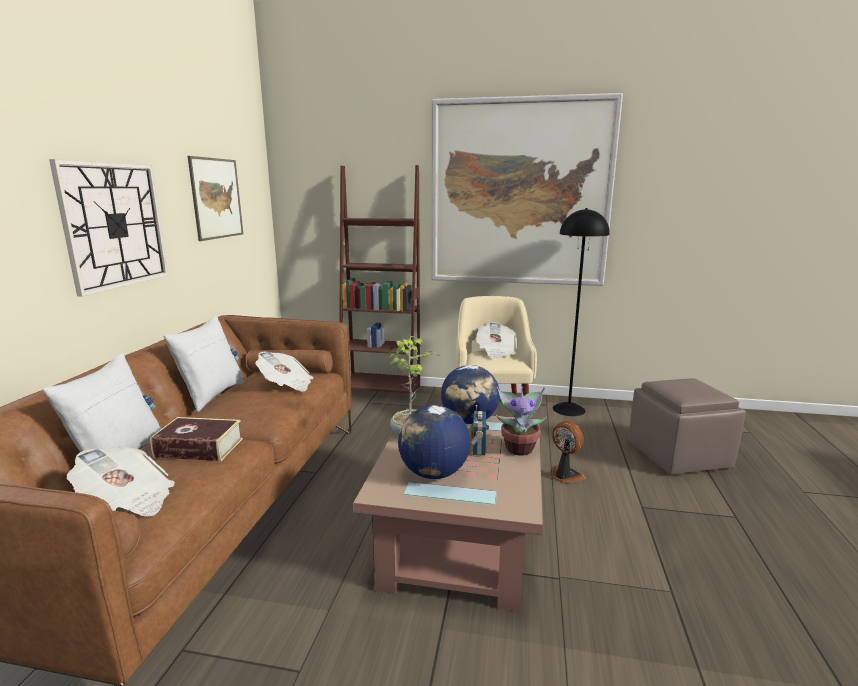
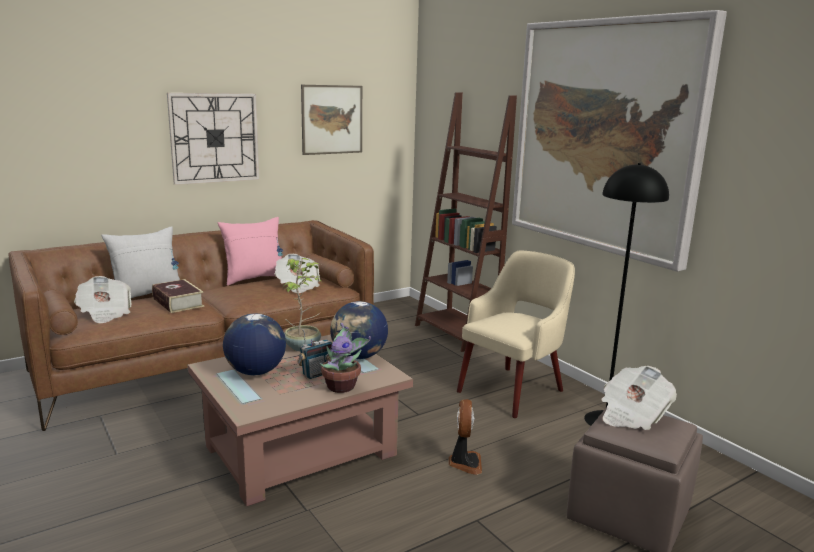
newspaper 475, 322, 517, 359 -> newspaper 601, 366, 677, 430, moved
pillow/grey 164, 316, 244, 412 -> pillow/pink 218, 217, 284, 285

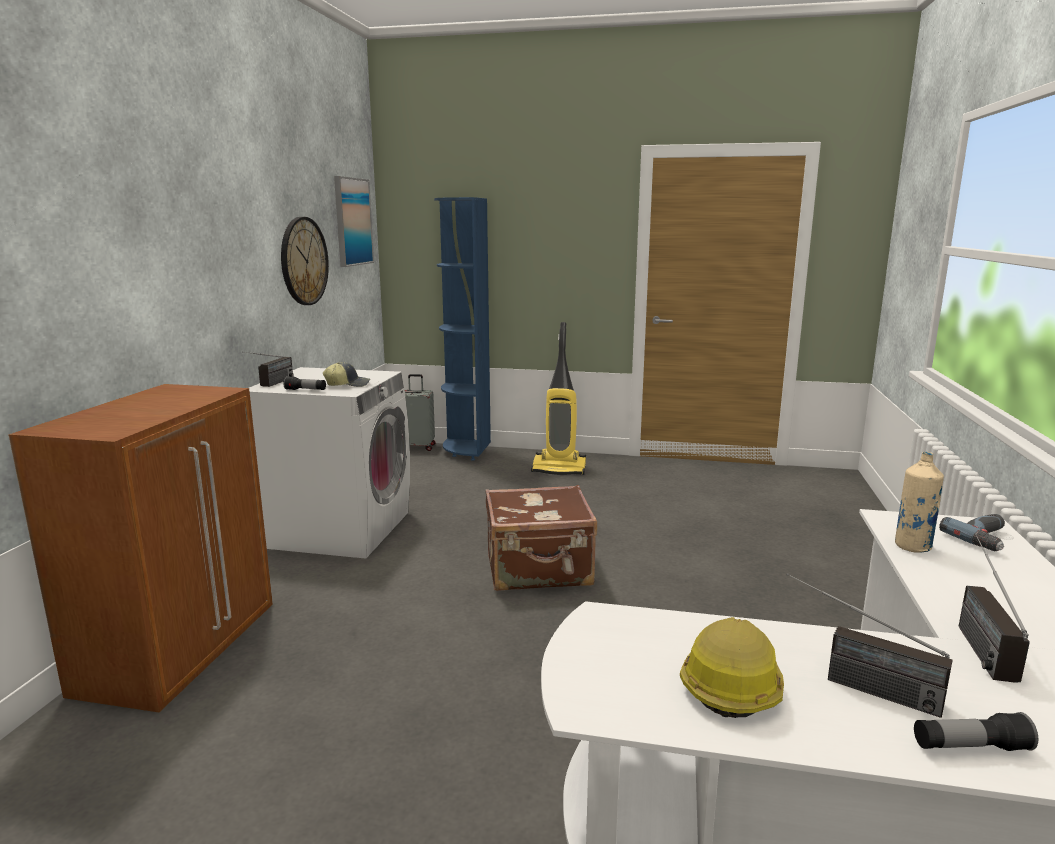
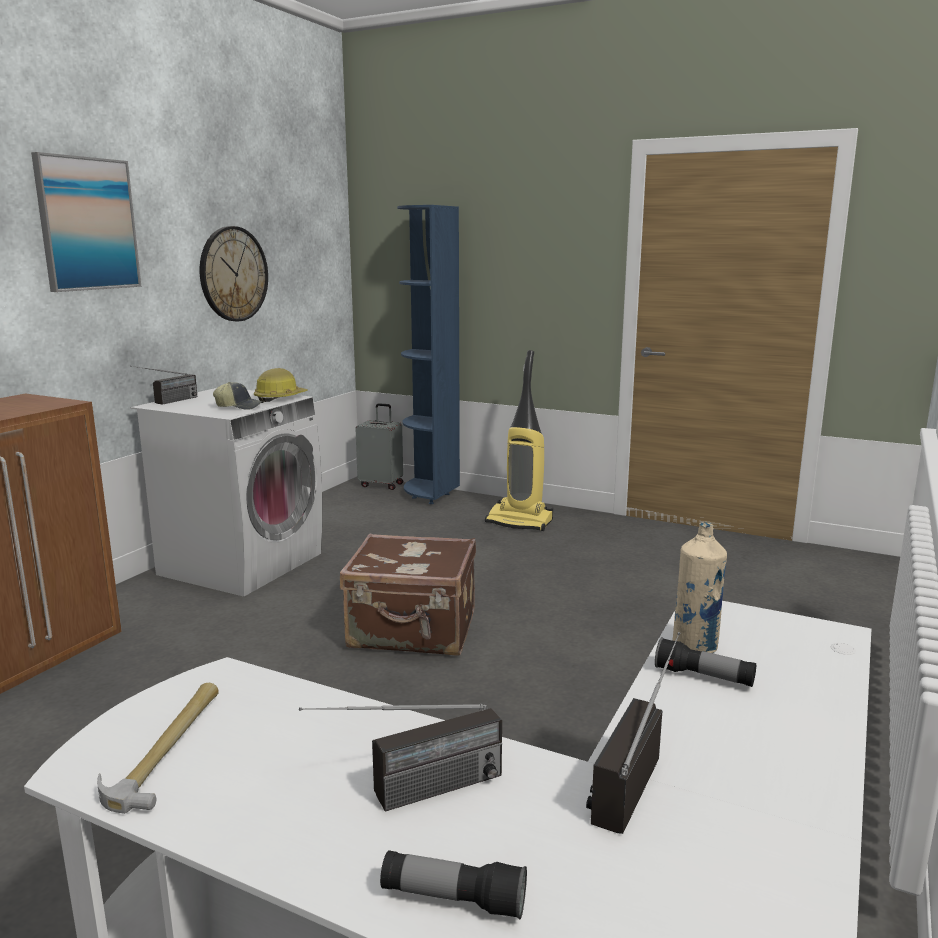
power drill 939, 514, 1005, 551 -> none
none -> hammer 97, 683, 219, 814
flashlight 283, 376, 326, 390 -> flashlight 655, 637, 756, 687, moved
picture 334, 176, 374, 267 -> picture 31, 152, 142, 292, moved
hard hat 680, 617, 784, 718 -> hard hat 254, 368, 308, 402, moved
radio 787, 573, 953, 718 -> radio 299, 704, 502, 812, 75 degrees counterclockwise

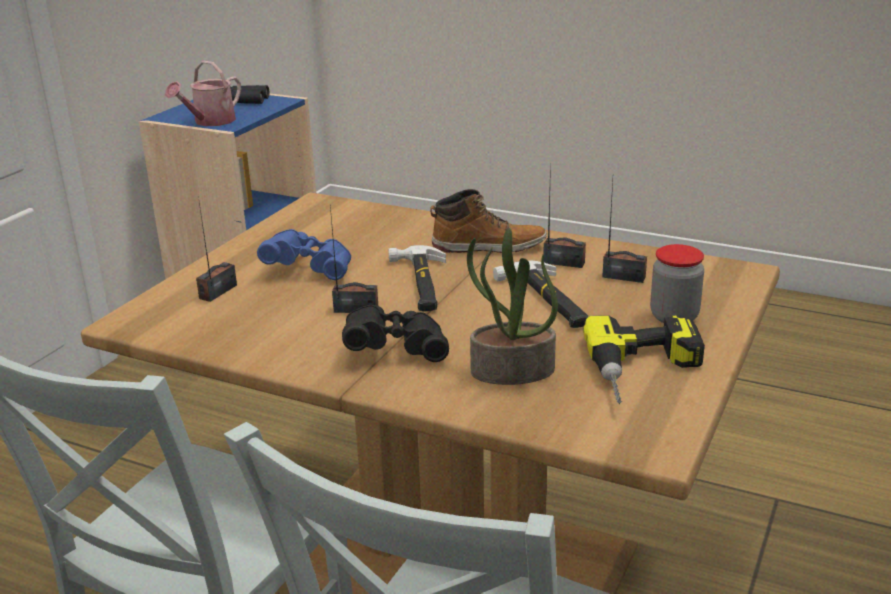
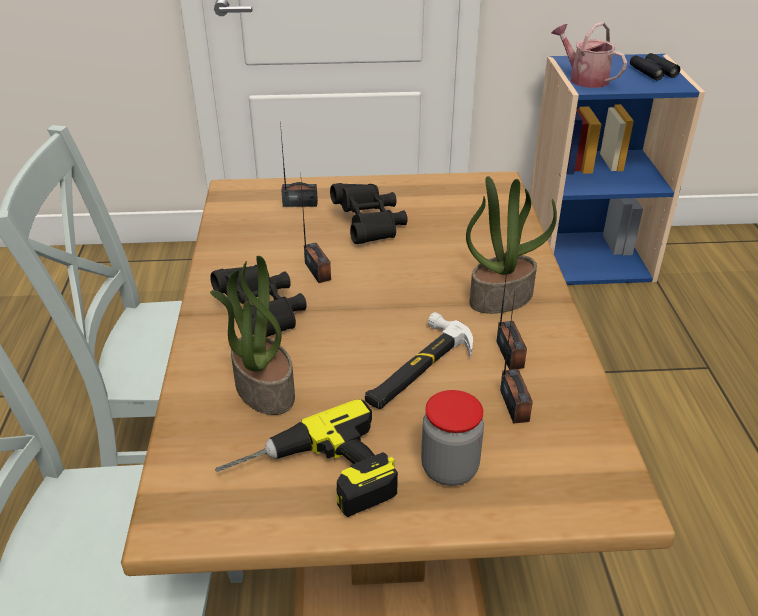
hammer 389, 245, 446, 312 -> none
boot 430, 189, 547, 253 -> potted plant 466, 176, 557, 314
binoculars/blue 257, 229, 351, 280 -> binoculars/black 330, 183, 408, 244
watering can 165, 61, 241, 126 -> watering can 551, 22, 627, 88, 45 degrees clockwise

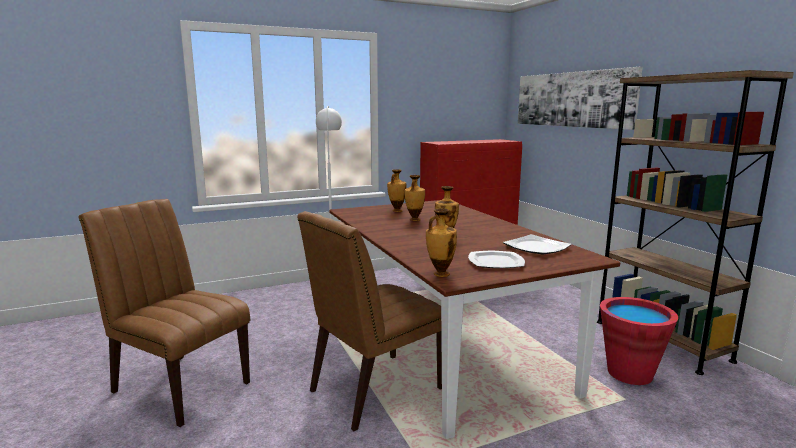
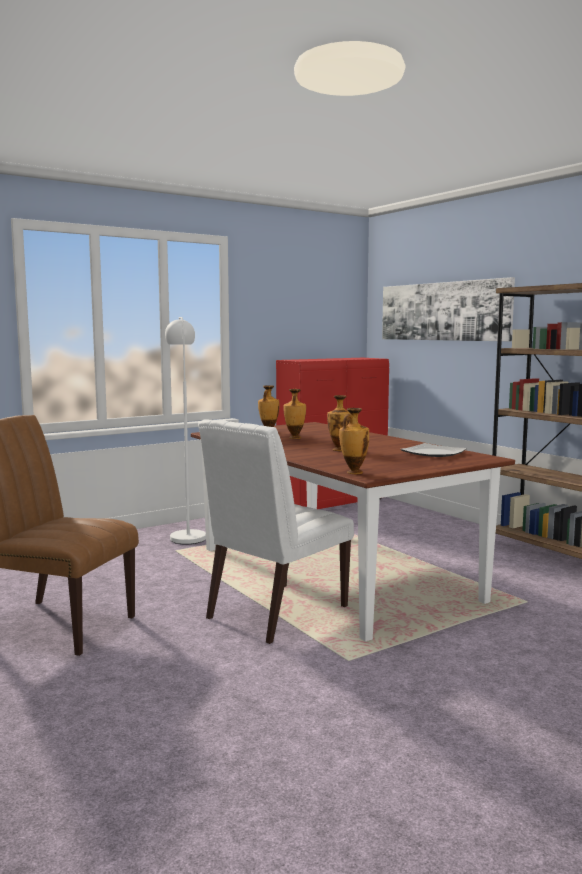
plate 468, 251, 525, 268 -> none
bucket/red 600, 297, 678, 385 -> none
chair/brown 297, 211, 442, 431 -> chair/white 198, 419, 354, 644

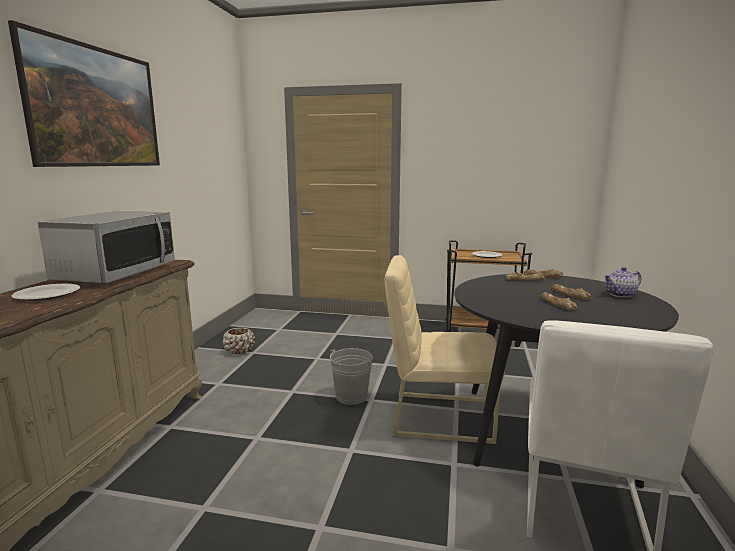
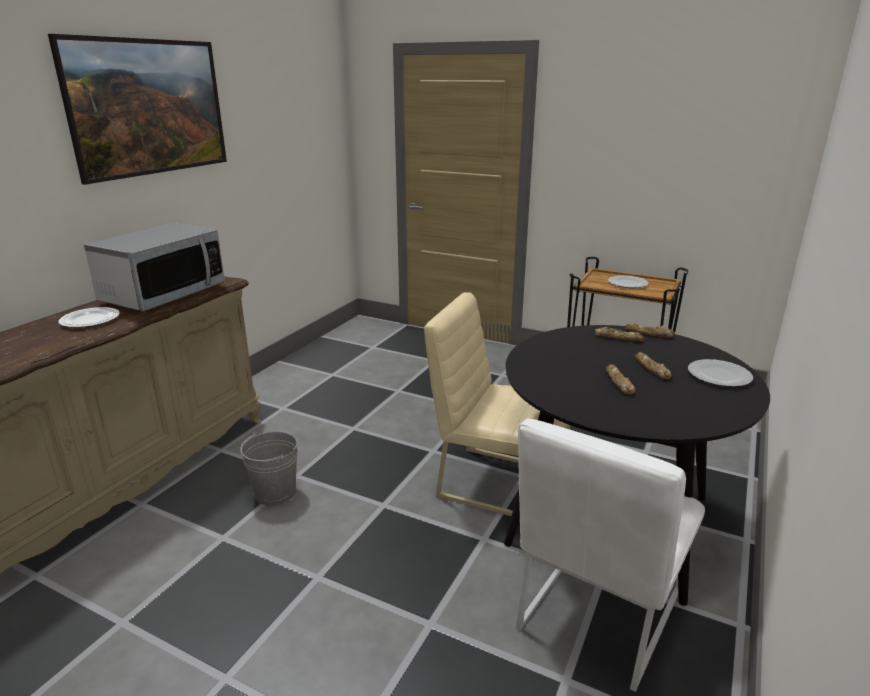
planter/brown 223, 327, 255, 354 -> none
bucket/grey 330, 348, 372, 405 -> bucket/grey 240, 431, 298, 506, moved
teapot 604, 267, 641, 298 -> plate 688, 359, 753, 387

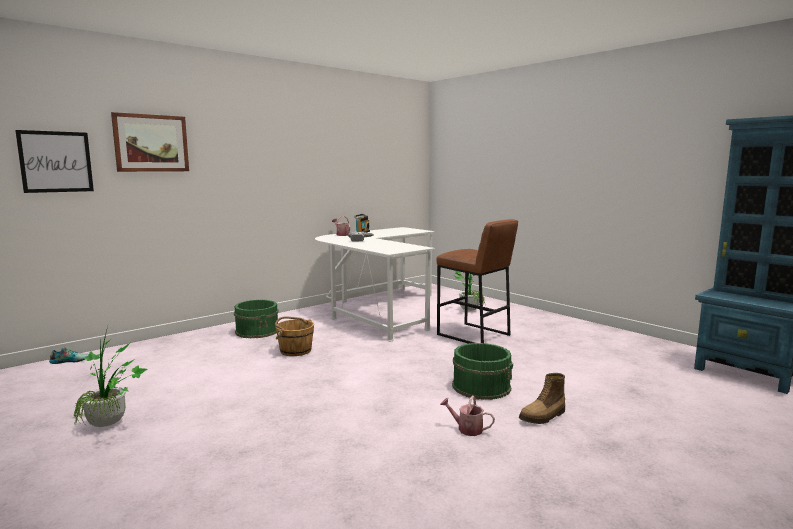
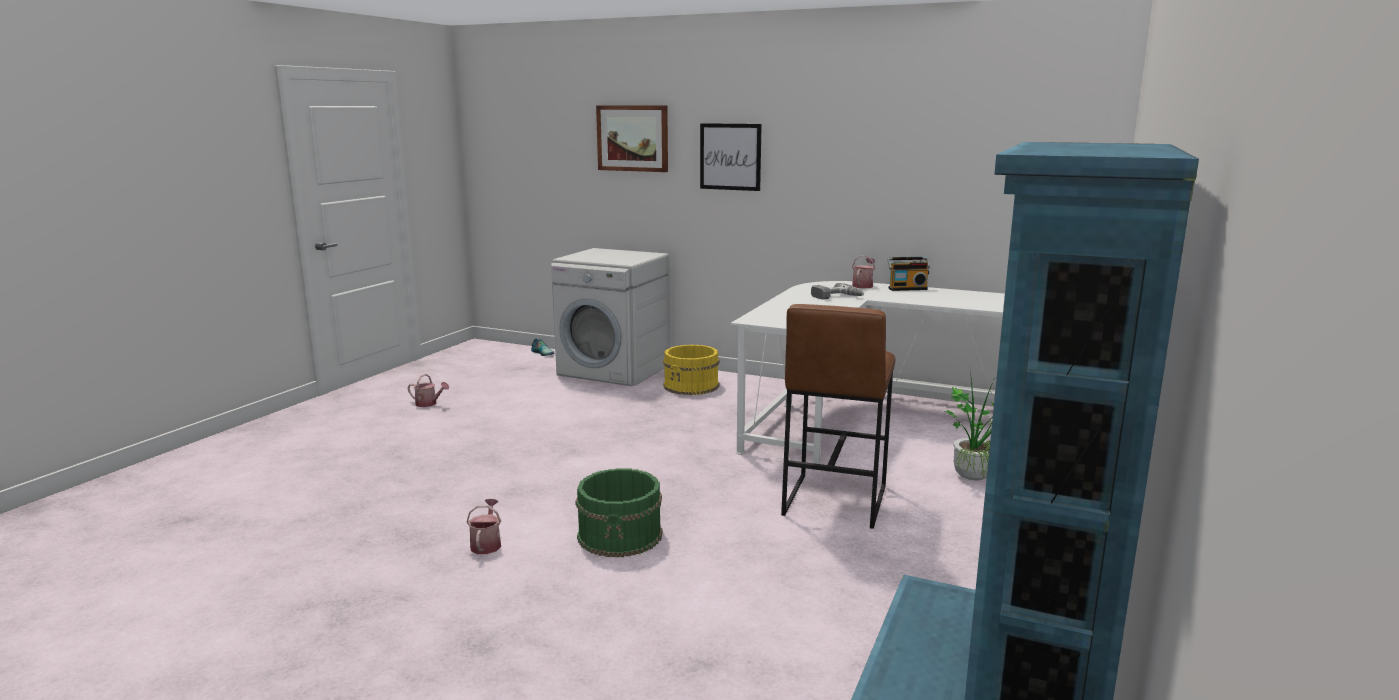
bucket/brown 275, 316, 314, 356 -> none
boot 519, 373, 565, 424 -> none
none -> washing machine/white 551, 248, 670, 386
picture 15, 130, 94, 193 -> picture 700, 123, 762, 191, moved
potted plant 74, 326, 147, 427 -> watering can 407, 374, 449, 407
bucket/green 234, 300, 279, 338 -> bucket/yellow 663, 344, 720, 395

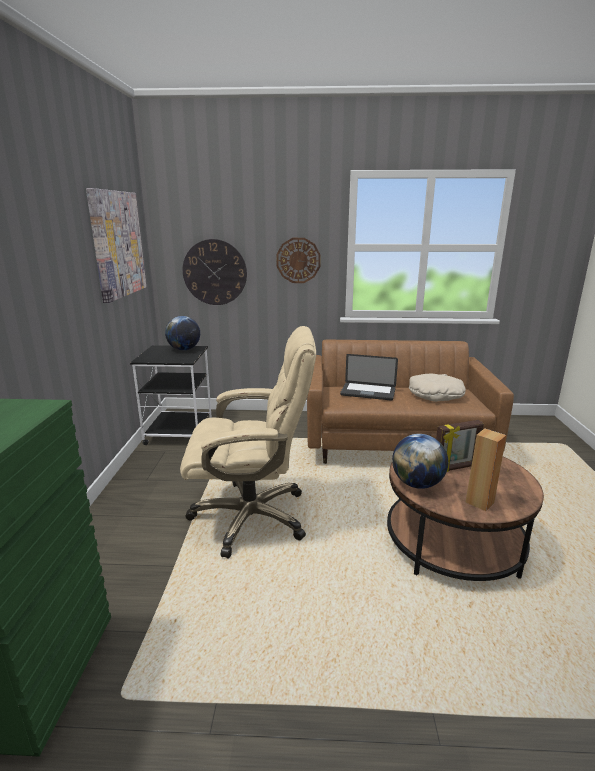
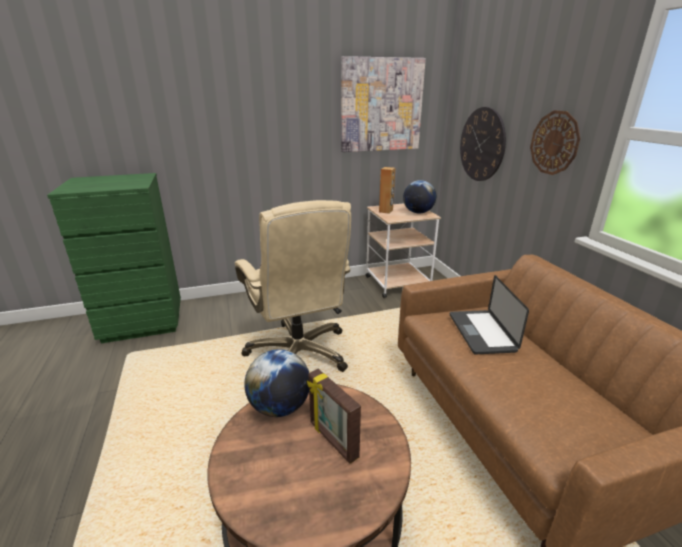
pillow/beige 409, 374, 466, 402 -> none
speaker/brown 466, 428, 506, 511 -> speaker/brown 379, 167, 395, 214, moved
cart/black 130, 345, 212, 445 -> cart/beige 365, 203, 441, 298

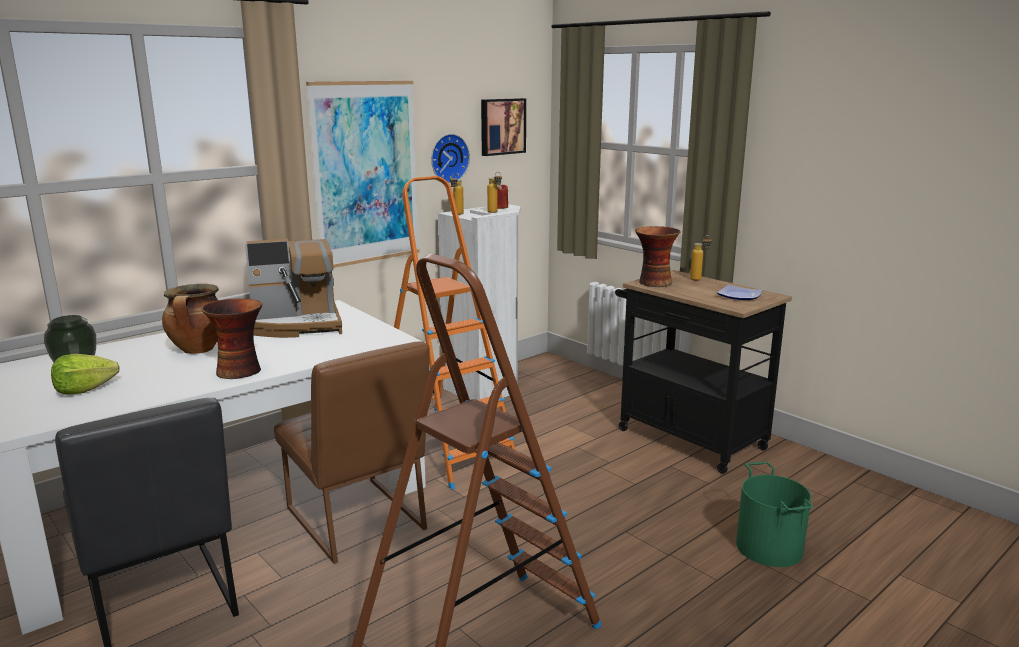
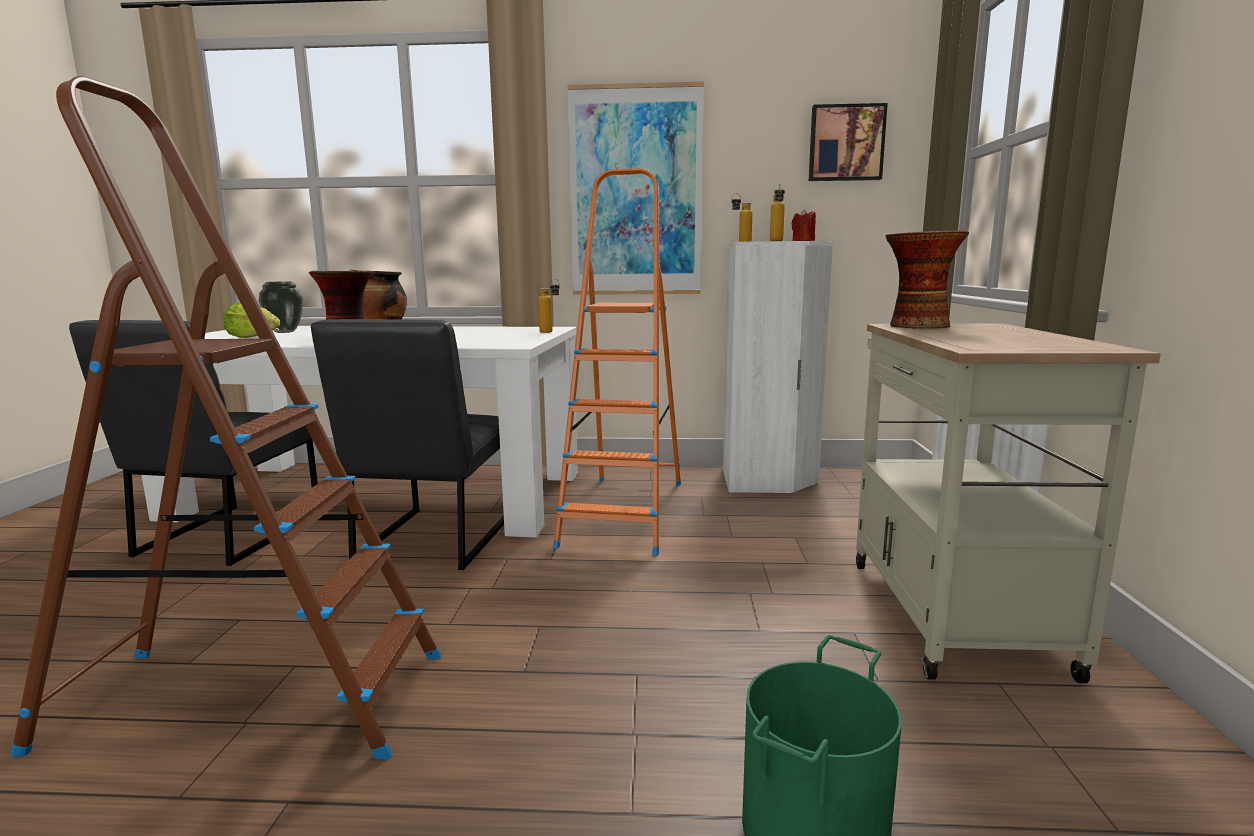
coffee machine 245, 239, 342, 338 -> none
wall clock 431, 134, 470, 183 -> none
plate 717, 285, 763, 300 -> none
bottle 690, 235, 712, 280 -> bottle 538, 279, 560, 333, moved
chair/brown 274, 341, 430, 564 -> chair/grey 311, 319, 504, 570
cart/black 615, 270, 792, 474 -> cart/beige 856, 323, 1161, 683

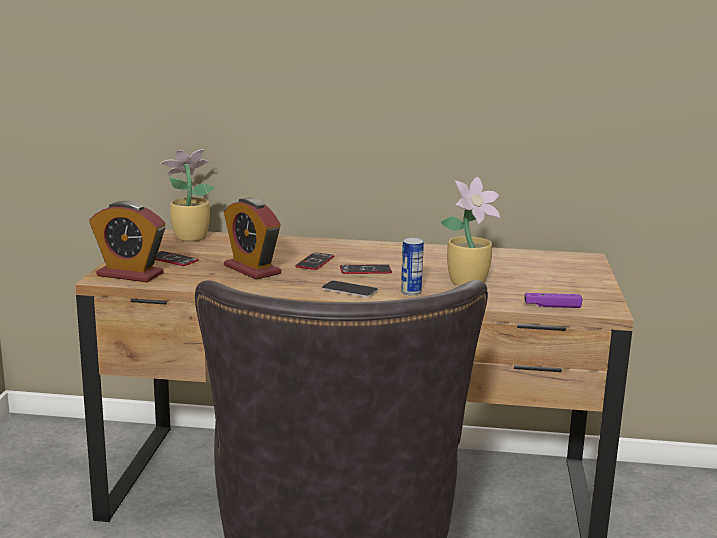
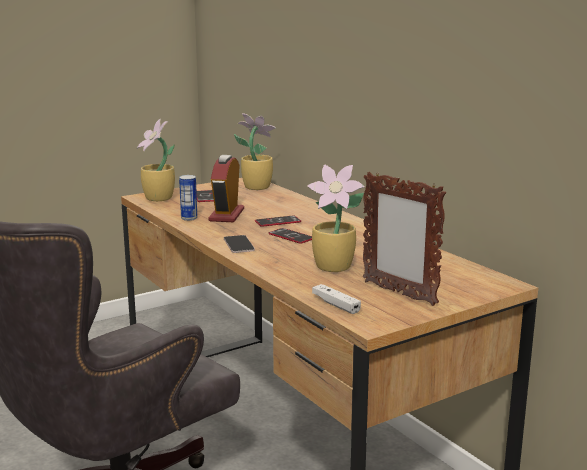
none -> picture frame 363, 172, 446, 306
can 401, 238, 424, 295 -> can 179, 175, 197, 221, moved
alarm clock 89, 201, 166, 282 -> potted plant 137, 119, 175, 201
game controller/purple 524, 293, 583, 308 -> game controller/white 312, 284, 361, 314

